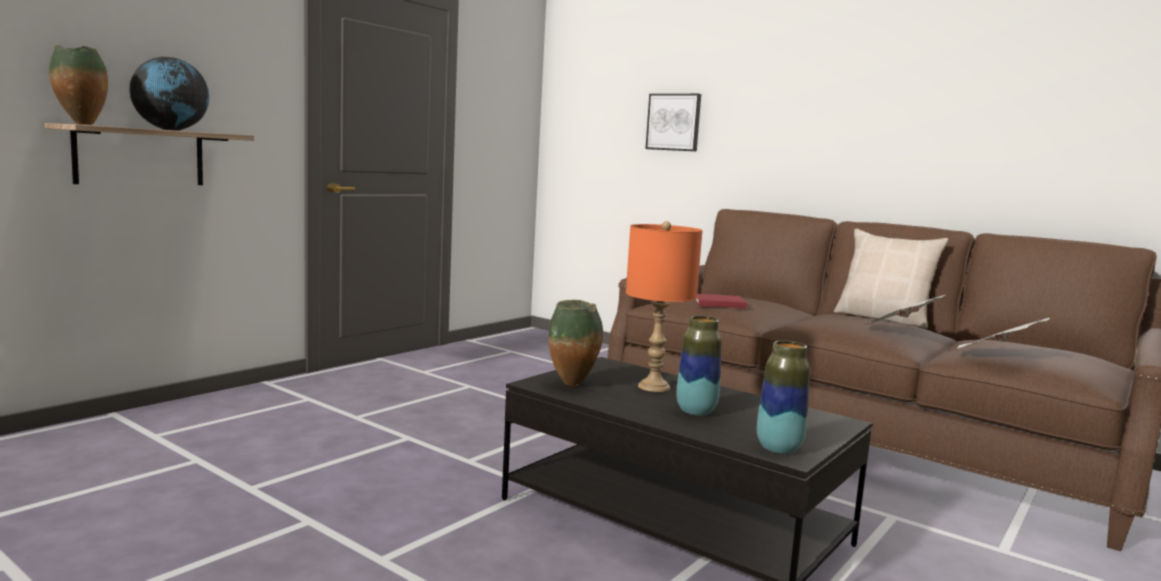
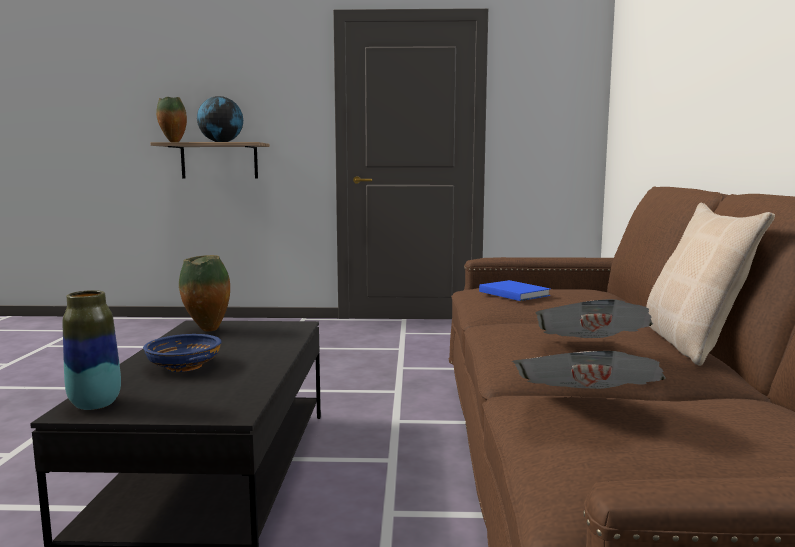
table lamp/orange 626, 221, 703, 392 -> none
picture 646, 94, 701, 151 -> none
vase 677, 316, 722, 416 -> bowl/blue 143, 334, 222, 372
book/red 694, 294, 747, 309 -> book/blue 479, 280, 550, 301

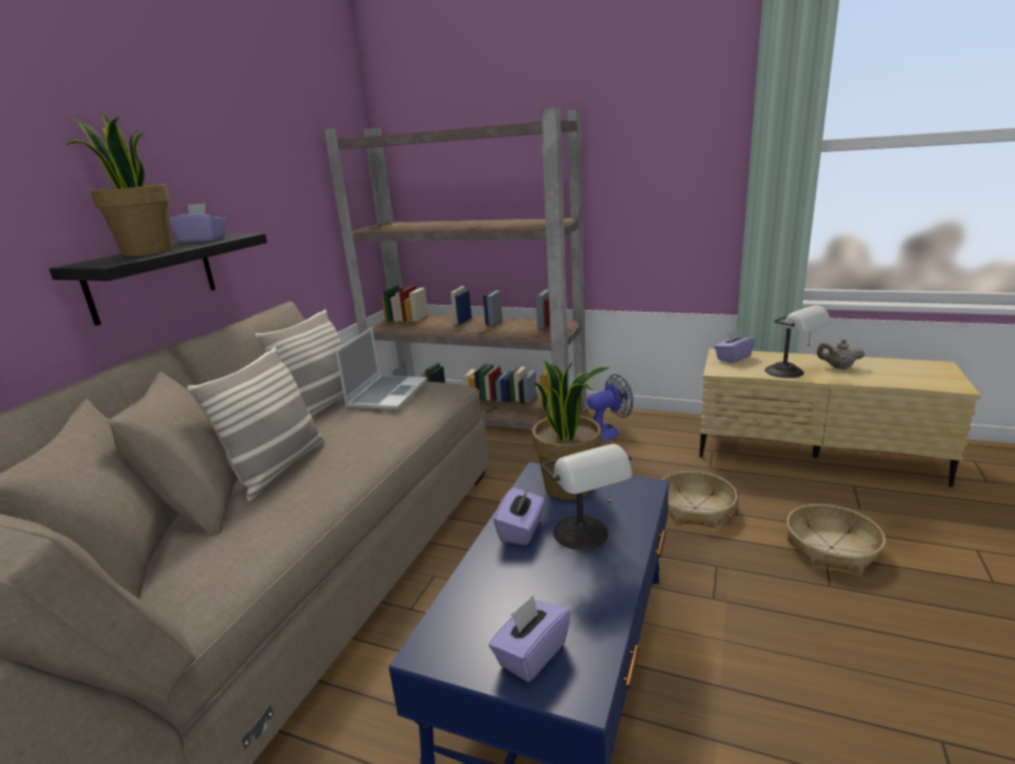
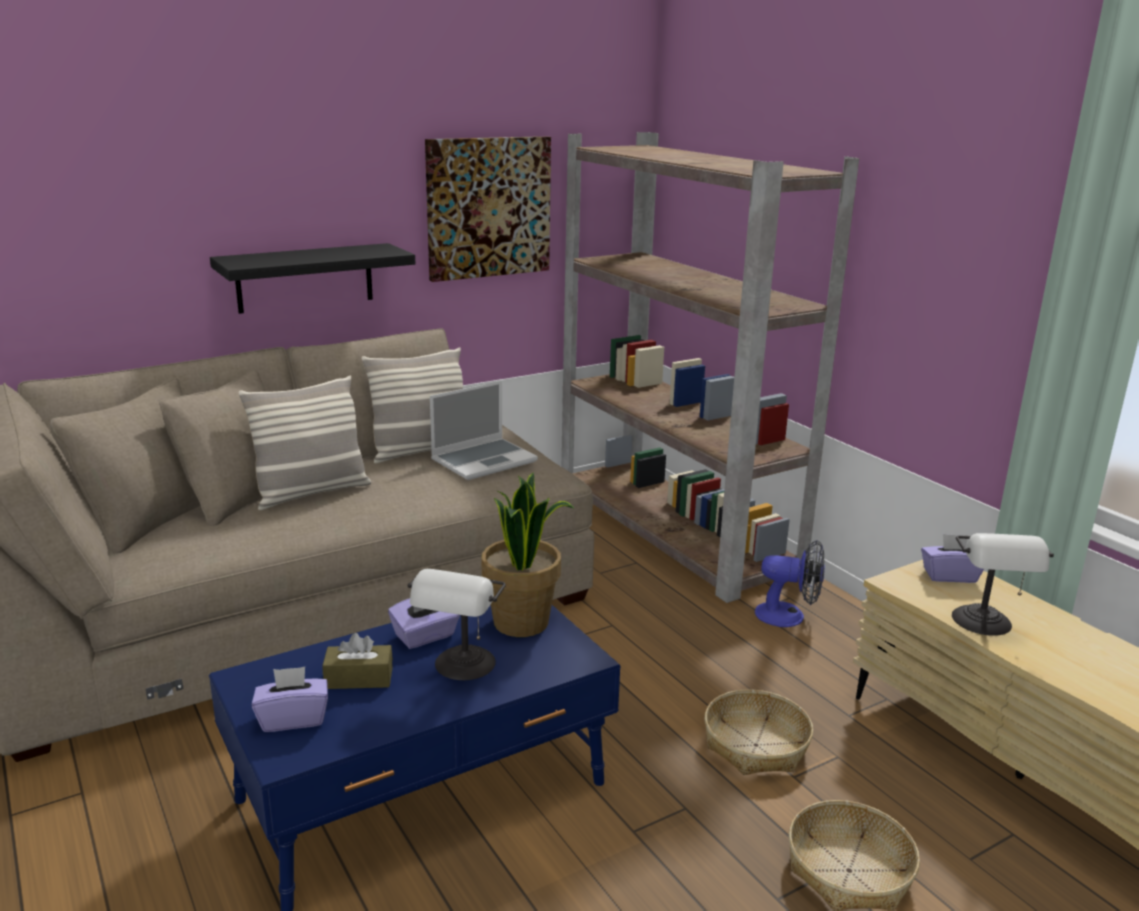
potted plant 67, 112, 173, 256 -> none
tissue box/purple 169, 203, 226, 243 -> none
teapot/beige 817, 339, 865, 369 -> none
none -> tissue box/brown 322, 633, 393, 689
none -> picture 425, 136, 551, 282

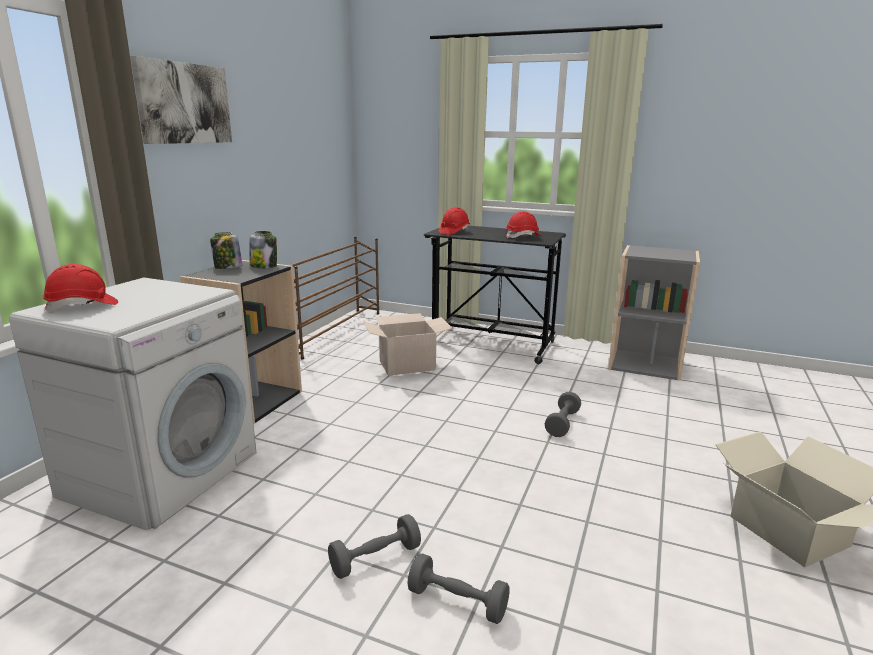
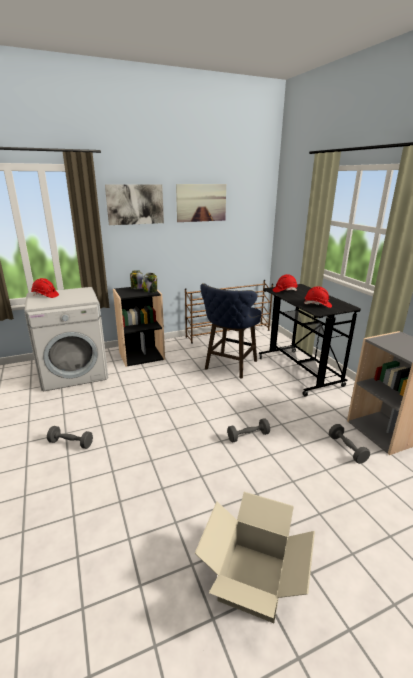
none -> picture 176, 184, 226, 222
dumbbell/grey 407, 553, 510, 624 -> dumbbell/grey 329, 424, 370, 464, moved
cardboard box 363, 313, 452, 376 -> stool/blue 200, 283, 261, 379

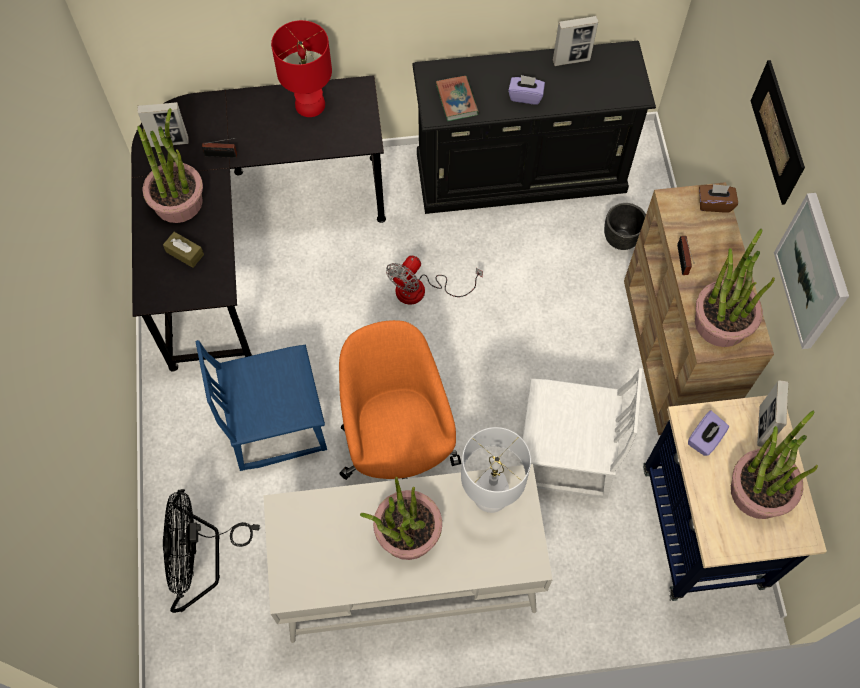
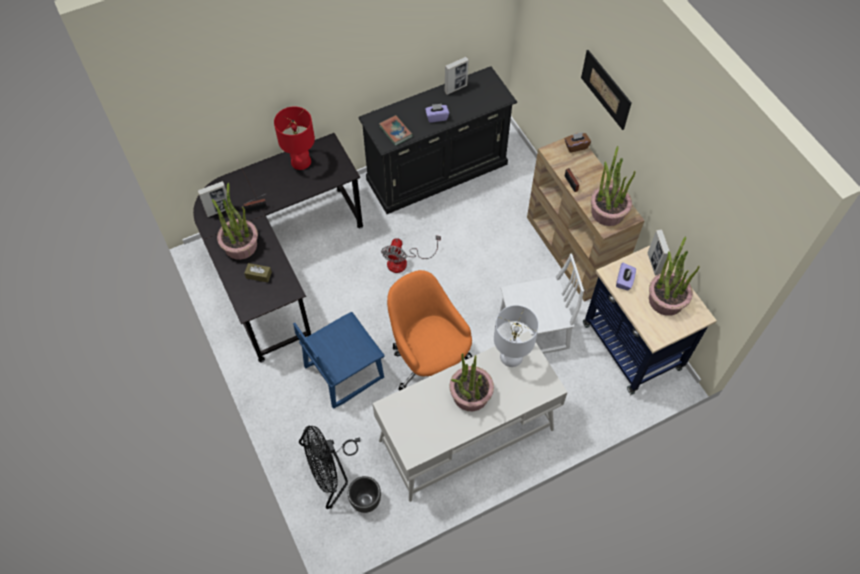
picture 774, 193, 849, 349 -> none
planter/black 604, 203, 646, 250 -> planter/black 348, 476, 381, 513, moved

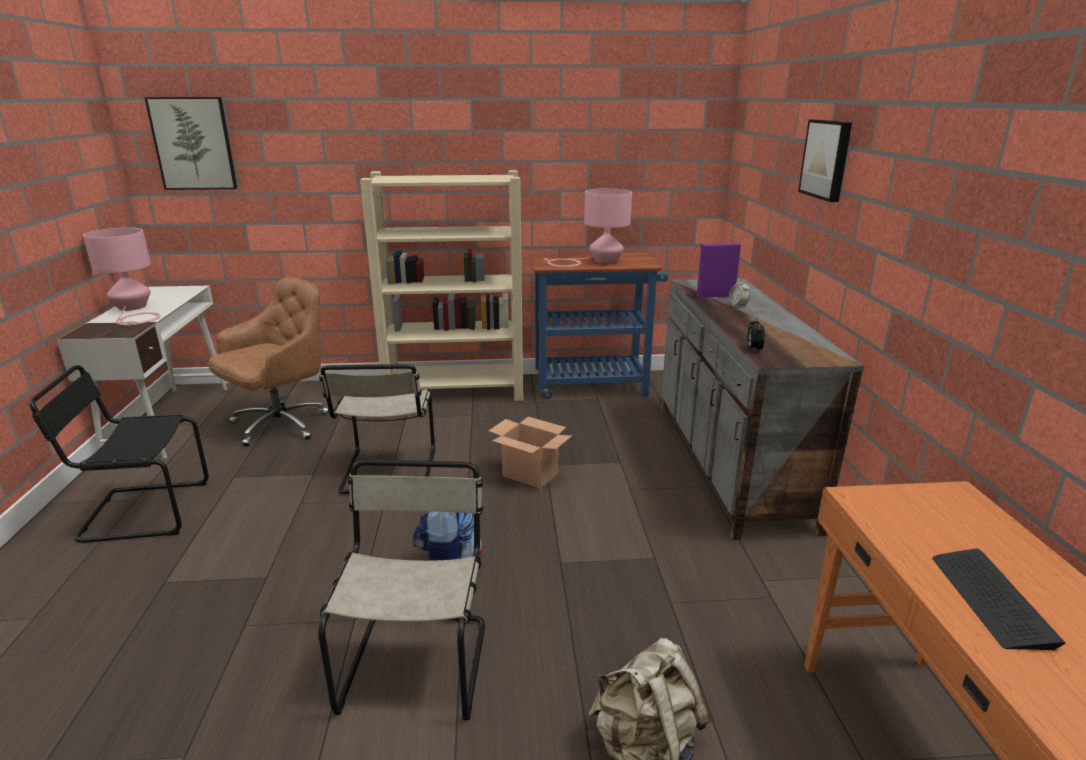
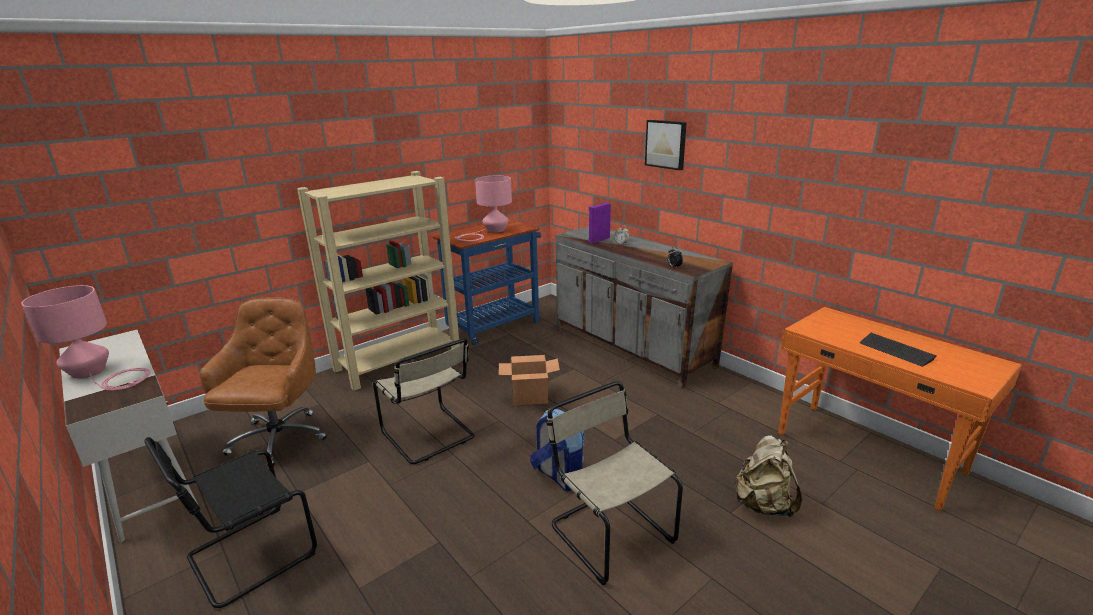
picture 144, 97, 237, 190 -> none

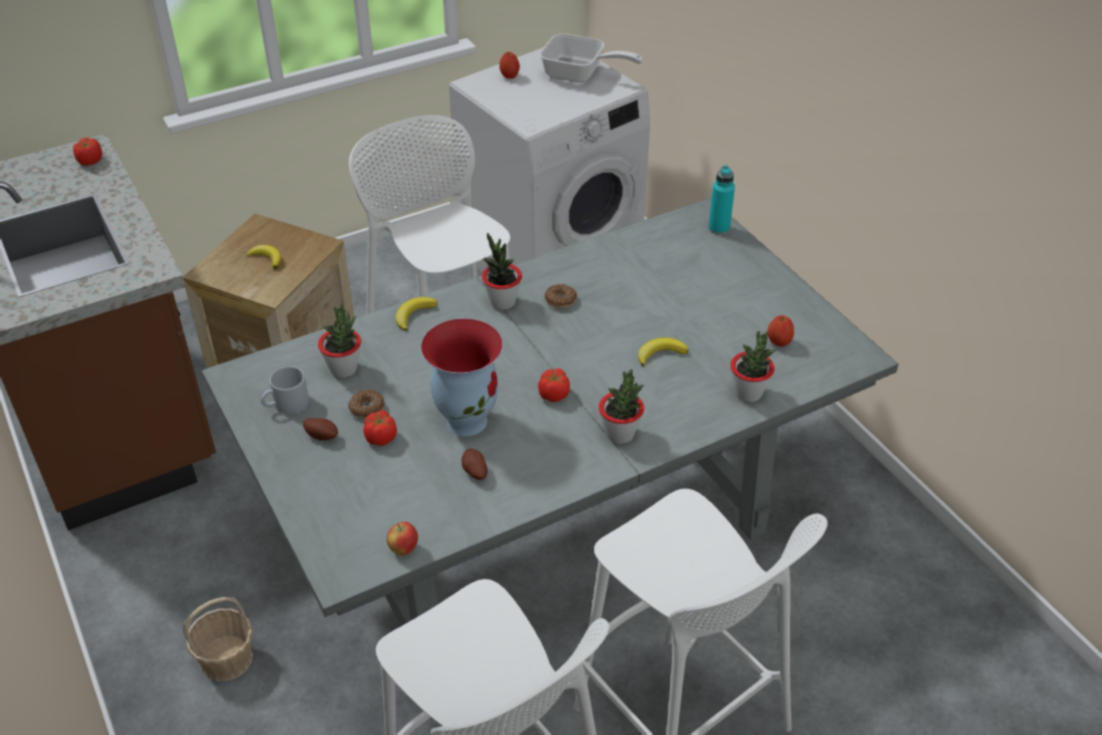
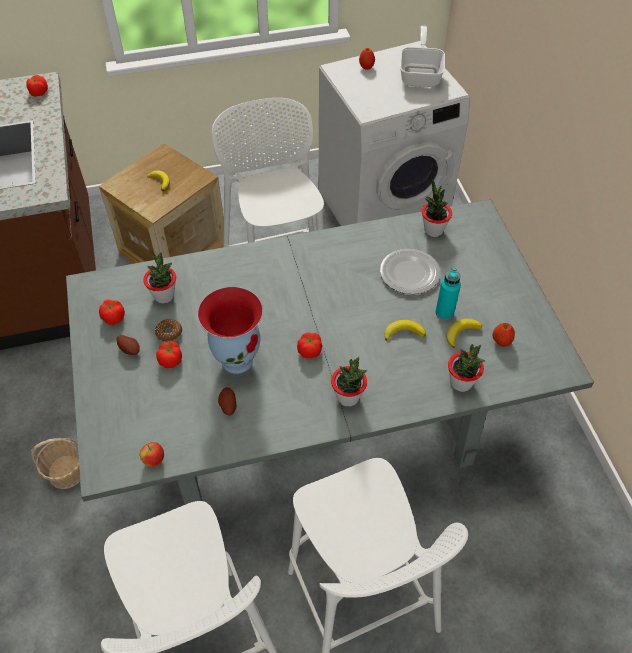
donut 544, 284, 577, 308 -> none
none -> plate 380, 249, 440, 294
banana 396, 297, 437, 331 -> banana 446, 319, 482, 348, moved
potted plant 482, 233, 522, 310 -> potted plant 422, 179, 452, 237, moved
bottle/turquoise 708, 165, 735, 235 -> bottle/turquoise 435, 268, 461, 320, moved
mug/grey 261, 366, 309, 414 -> tomato 99, 300, 125, 325
frying pan 540, 34, 643, 83 -> frying pan 400, 26, 445, 87, 120 degrees counterclockwise

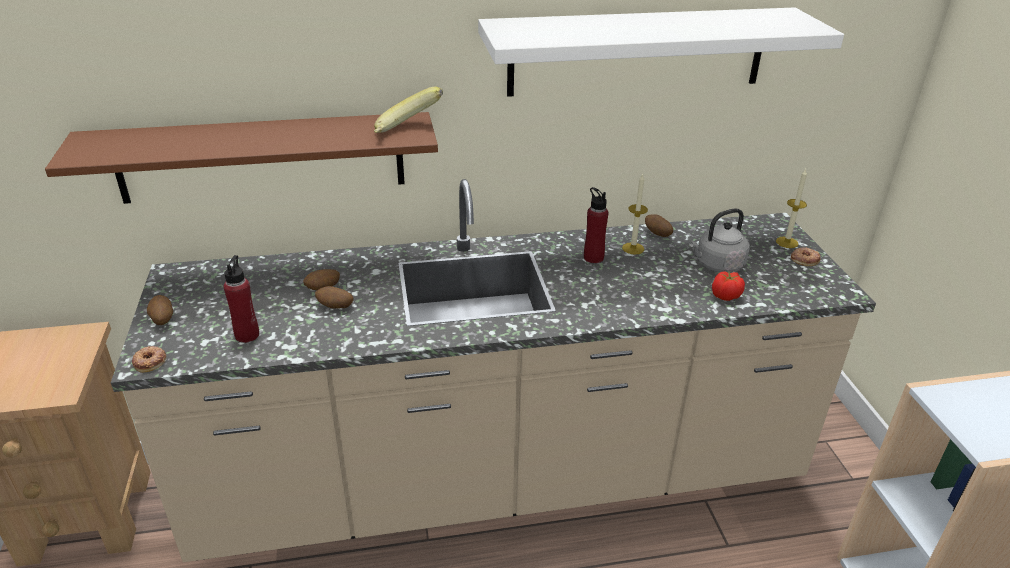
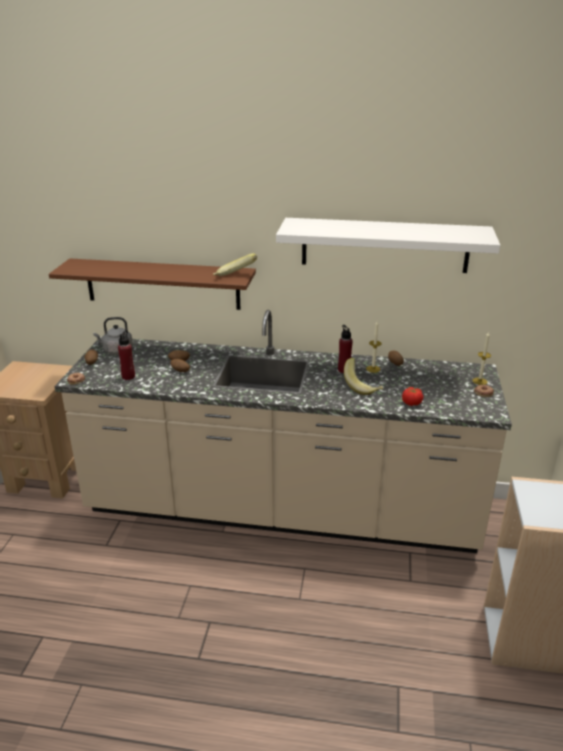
none -> banana 344, 358, 383, 395
kettle/grey 689, 208, 750, 273 -> kettle/grey 93, 317, 133, 355, moved

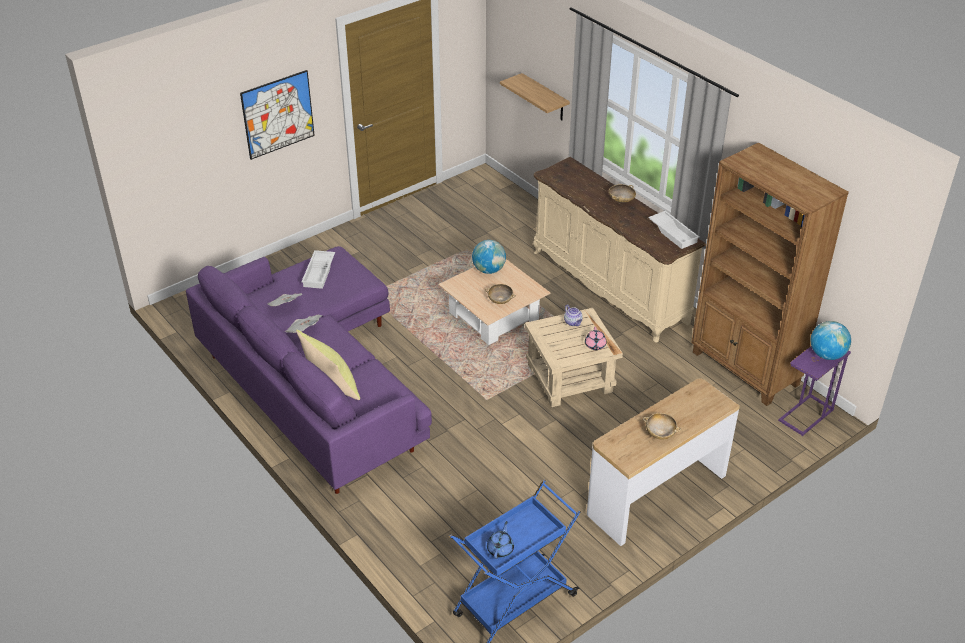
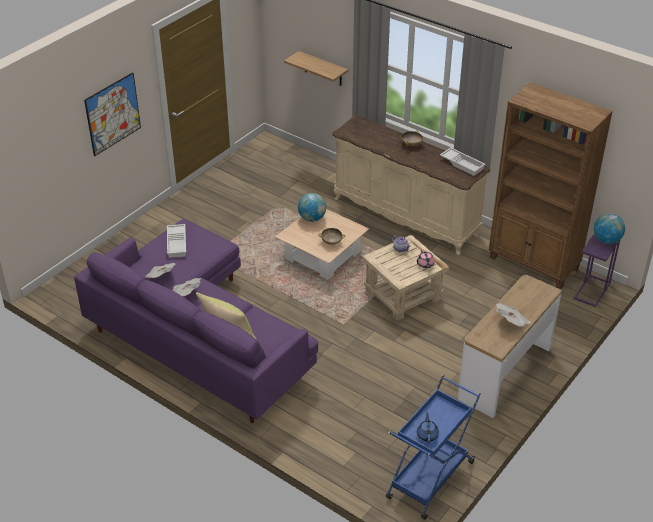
bowl/beige 643, 413, 681, 440 -> newspaper 496, 303, 531, 327

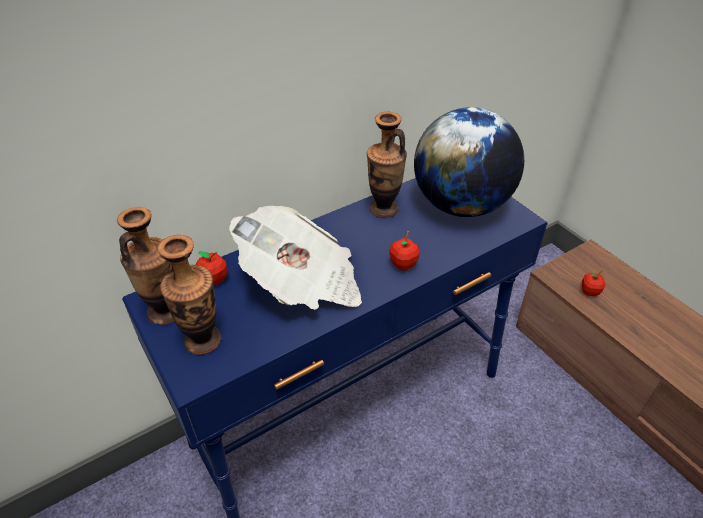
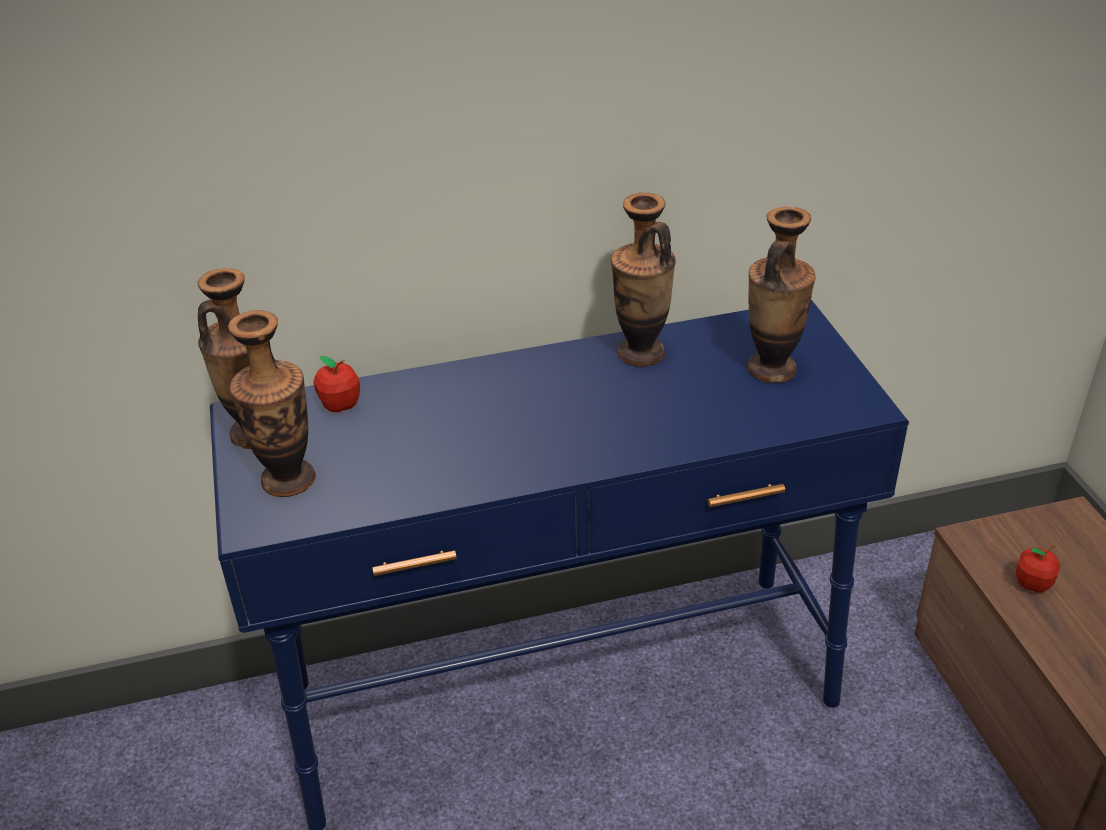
newspaper 229, 206, 362, 310 -> none
apple 390, 231, 420, 271 -> none
globe 414, 107, 524, 217 -> vase 747, 207, 815, 383

